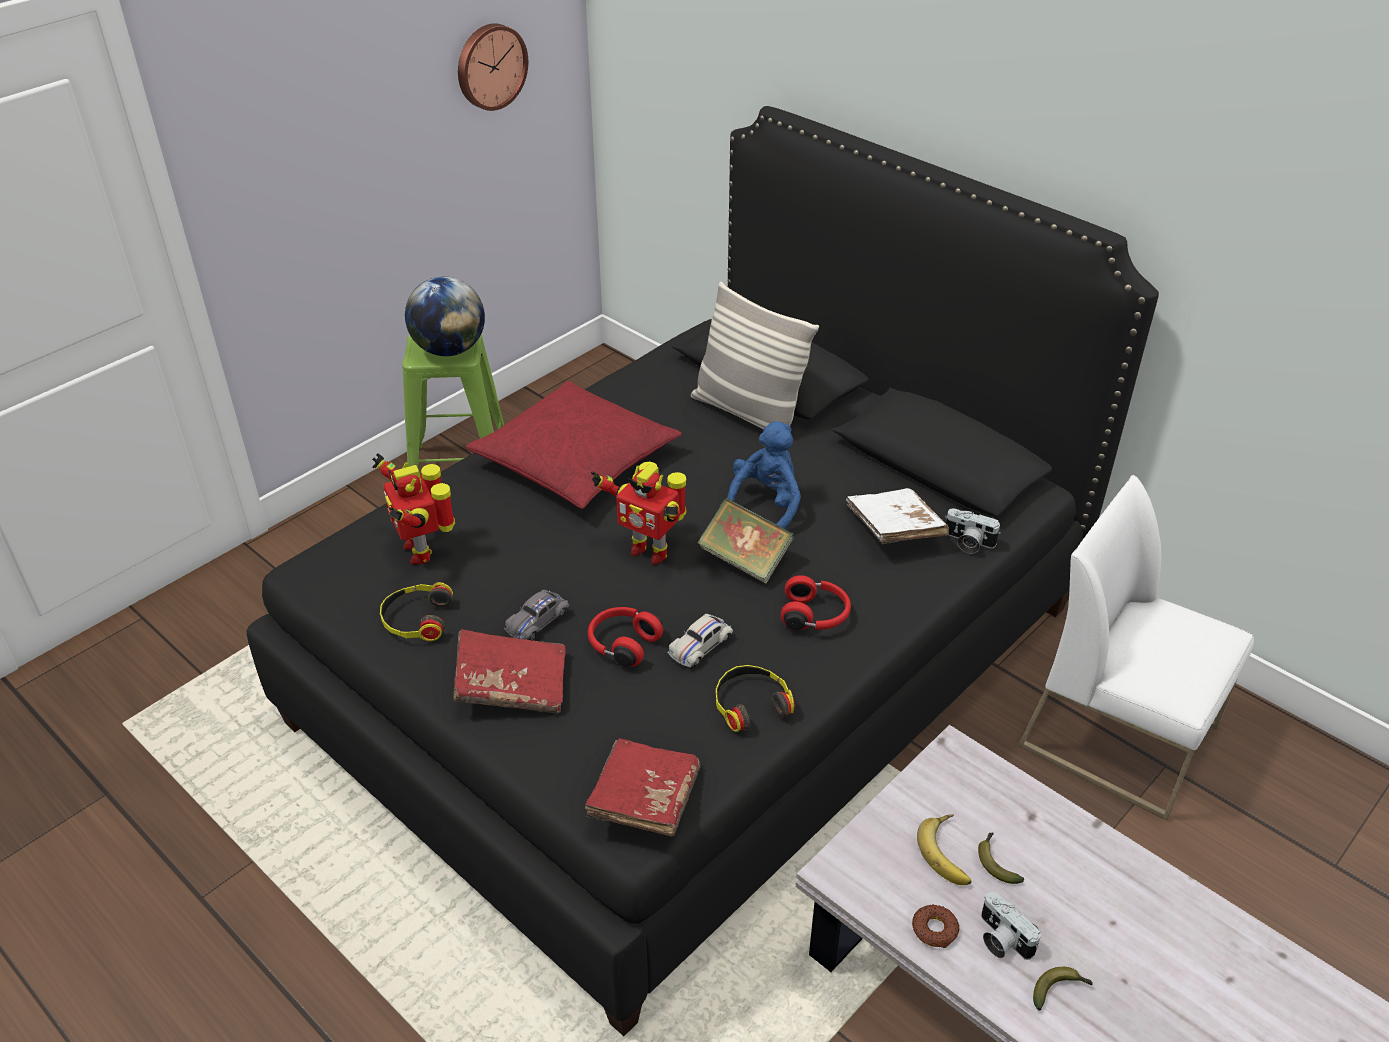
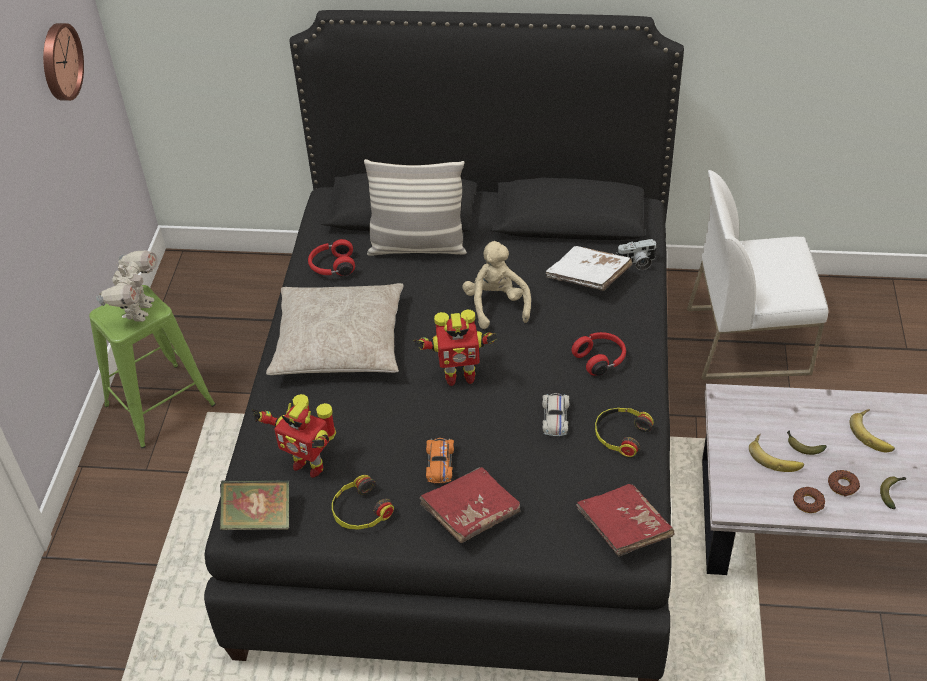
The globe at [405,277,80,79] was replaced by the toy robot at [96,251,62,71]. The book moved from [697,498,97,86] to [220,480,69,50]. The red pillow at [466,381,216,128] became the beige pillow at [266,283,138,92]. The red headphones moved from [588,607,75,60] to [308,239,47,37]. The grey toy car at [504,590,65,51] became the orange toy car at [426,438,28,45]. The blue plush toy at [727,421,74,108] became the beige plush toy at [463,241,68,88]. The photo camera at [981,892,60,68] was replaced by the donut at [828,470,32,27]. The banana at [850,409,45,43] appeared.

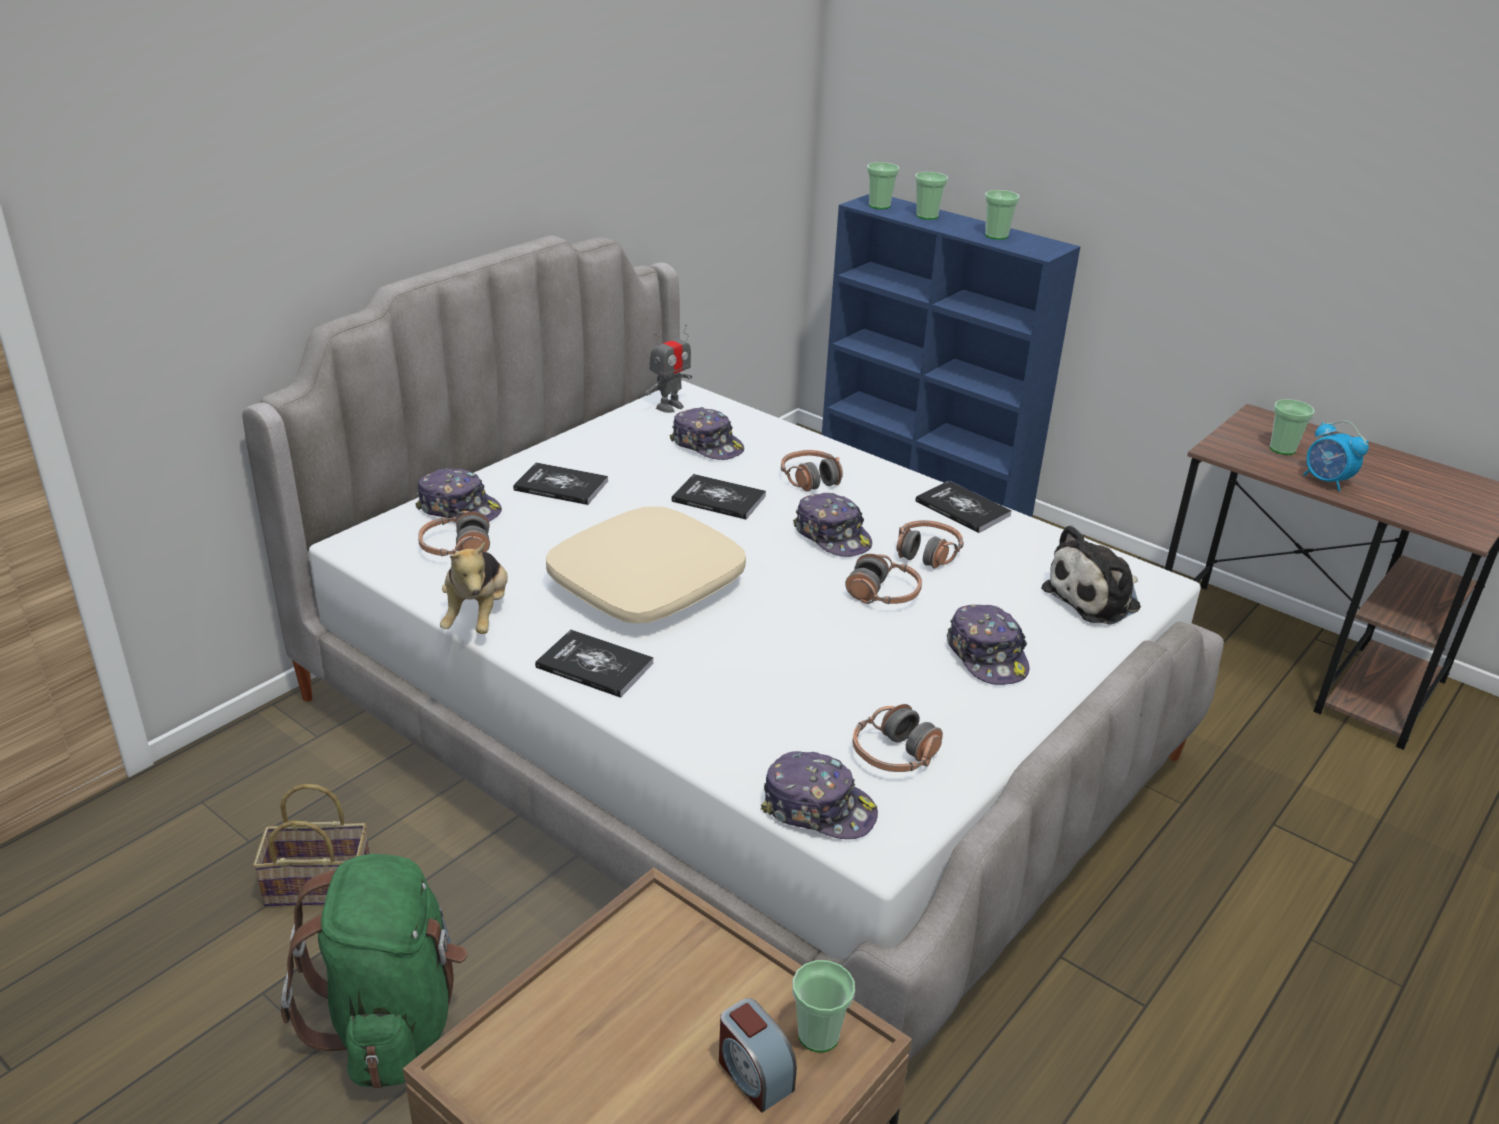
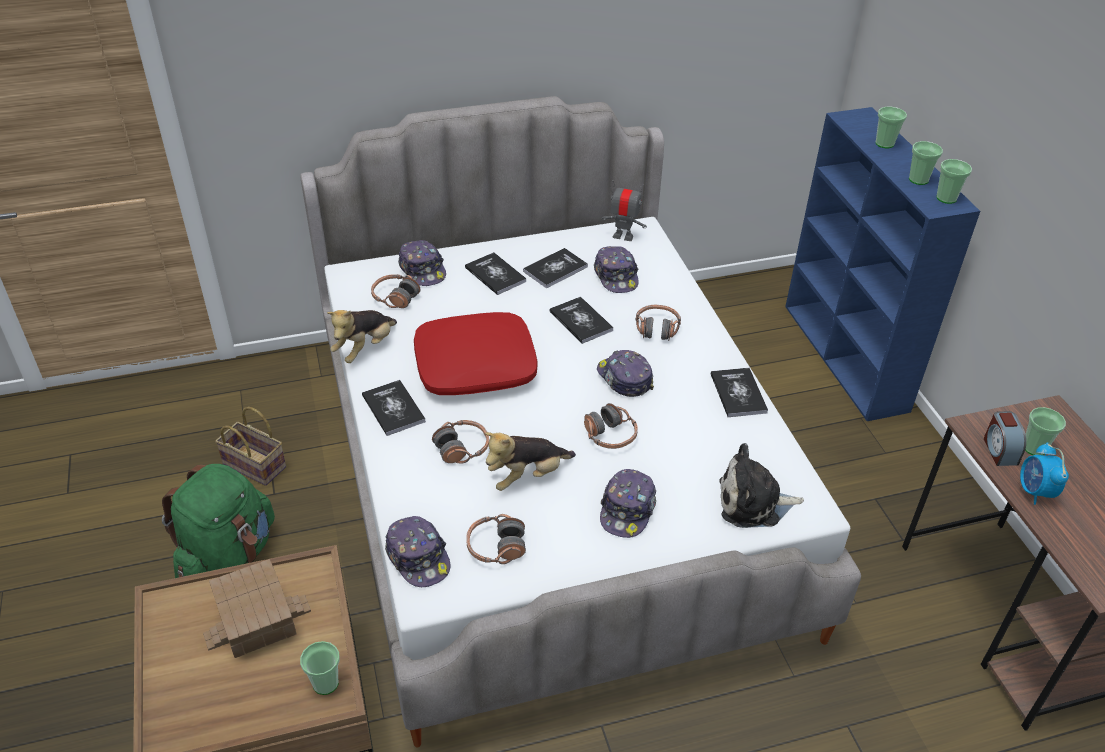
The toy house at [203,559,108,99] appeared. The beige pillow at [546,506,200,117] became the red pillow at [414,312,124,83]. The headphones moved from [897,520,67,49] to [432,420,57,44]. The plush toy at [485,432,91,59] appeared. The book at [523,248,65,41] appeared. The cap at [793,493,79,64] turned 150 degrees clockwise. The toy robot at [645,325,47,88] turned 150 degrees counterclockwise. The cup moved from [867,162,32,47] to [936,159,36,45]. The alarm clock moved from [719,998,78,115] to [984,411,42,55].

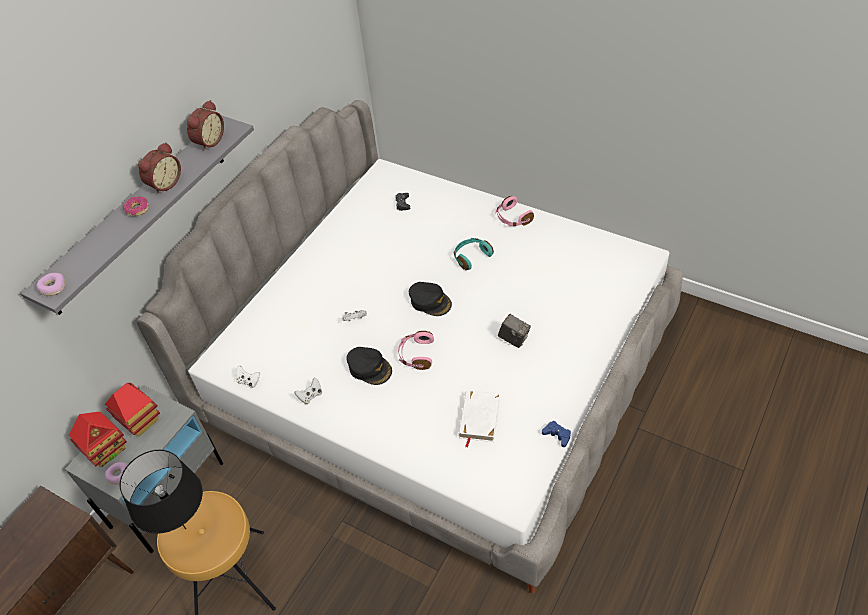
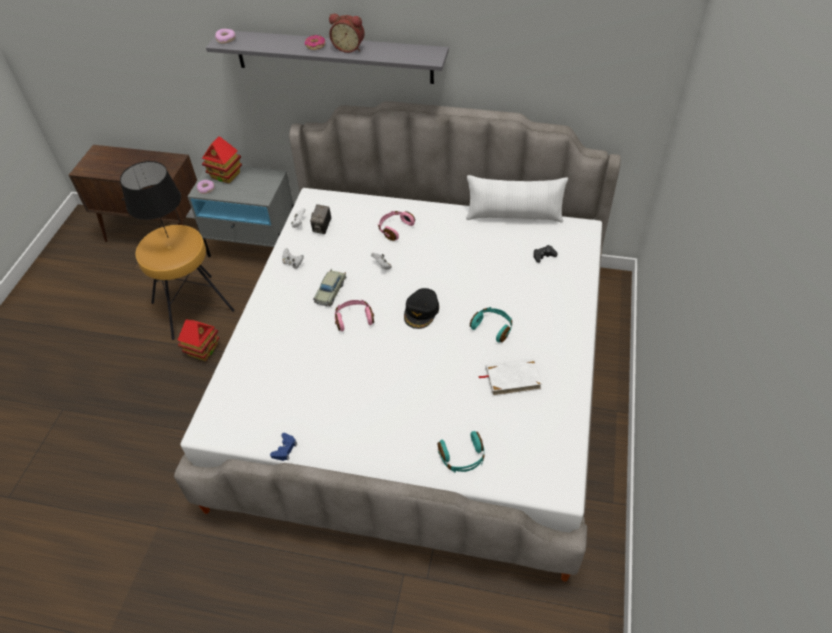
The toy house moved from [105,383,55,54] to [178,319,41,42]. The photo camera moved from [498,314,33,34] to [310,204,21,30]. The black cap at [346,347,46,38] was replaced by the beige toy car at [313,269,33,38]. The pink headphones moved from [495,196,39,30] to [378,211,37,30]. The turquoise headphones at [438,431,47,42] appeared. The white pillow at [466,175,102,48] appeared. The white book moved from [458,390,42,58] to [479,358,63,38]. The alarm clock at [187,100,37,51] disappeared.

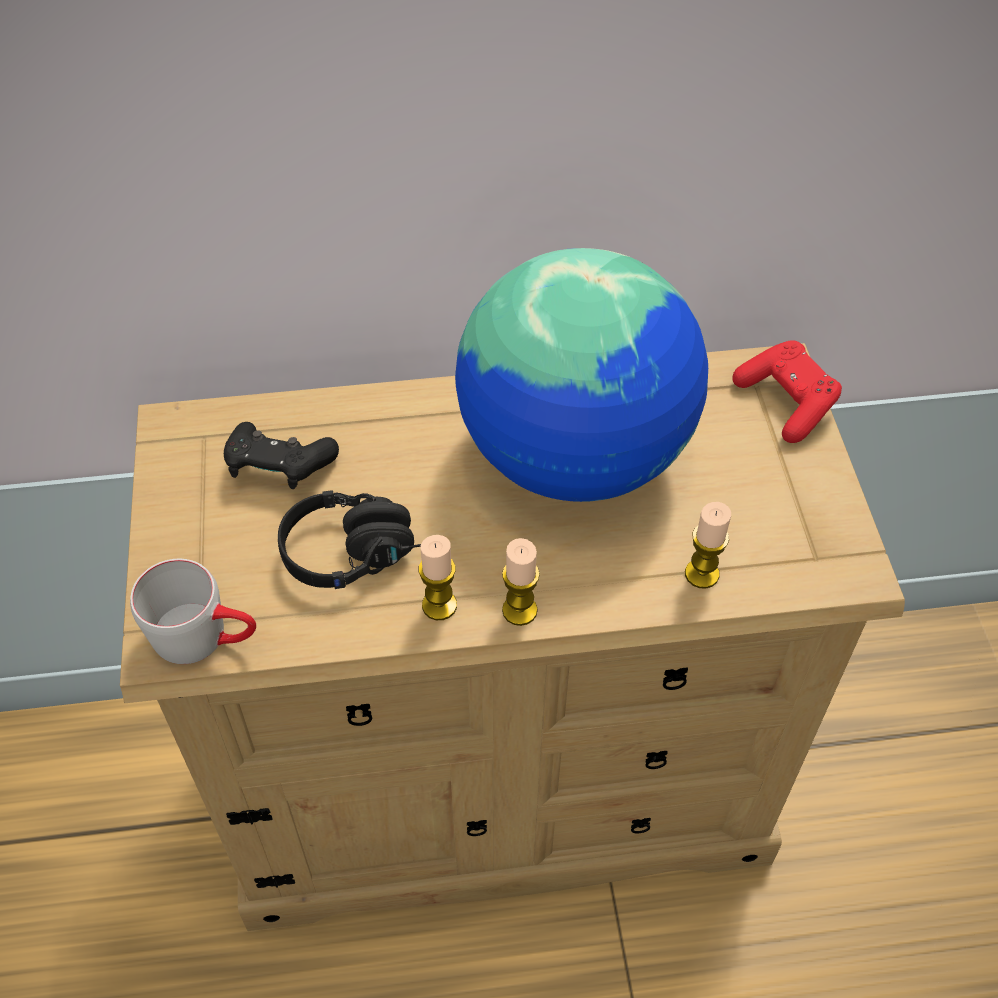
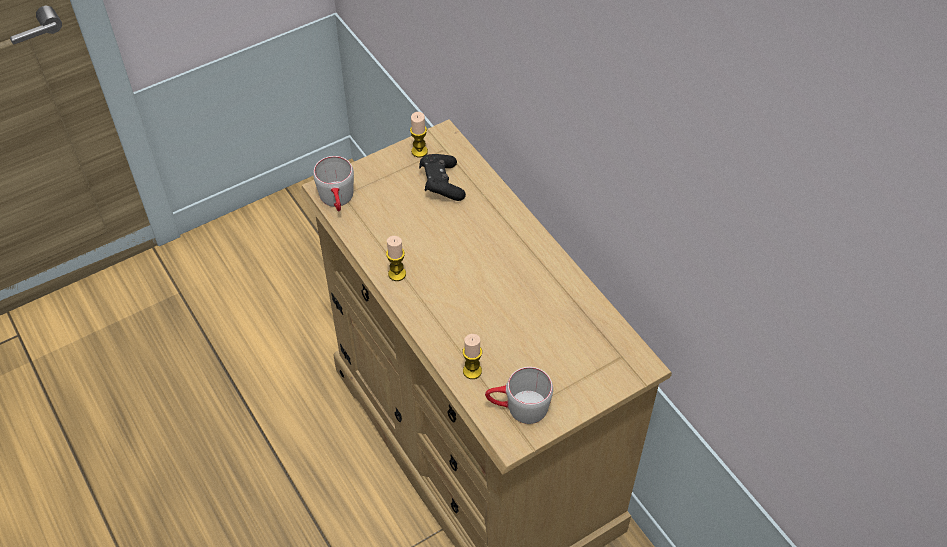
The candle moved from [502,538,38,88] to [410,112,18,46]. The grey mug at [485,367,68,57] appeared. The black headphones at [278,490,143,99] disappeared. The globe at [455,248,253,254] disappeared. The red game controller at [732,340,110,103] disappeared.

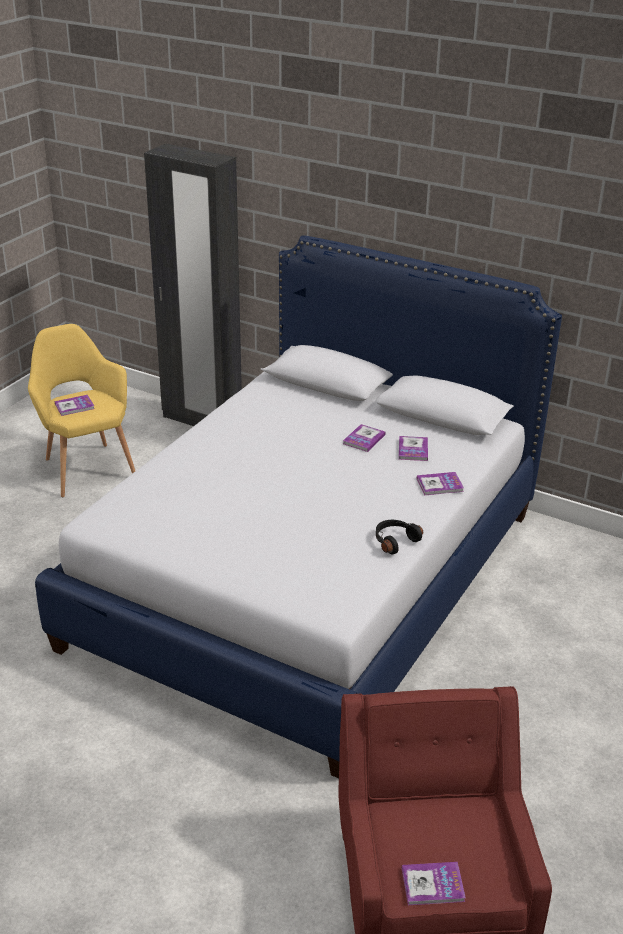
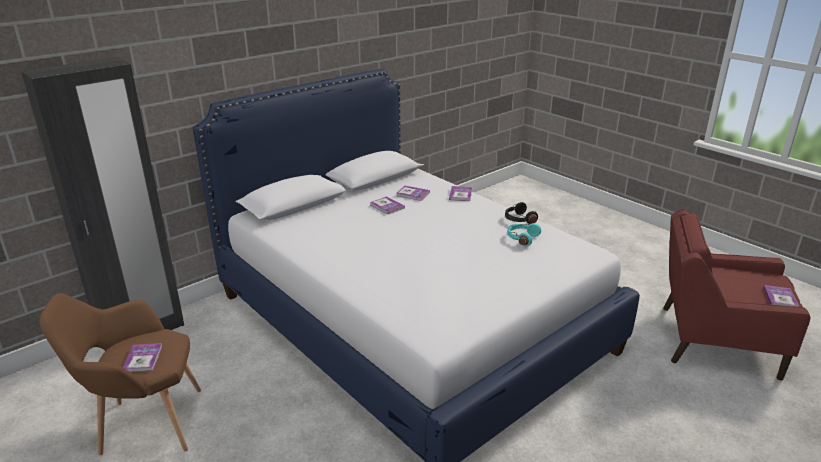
The yellow armchair at [28,324,107,173] became the brown armchair at [39,293,162,162]. The turquoise headphones at [507,223,34,23] appeared.

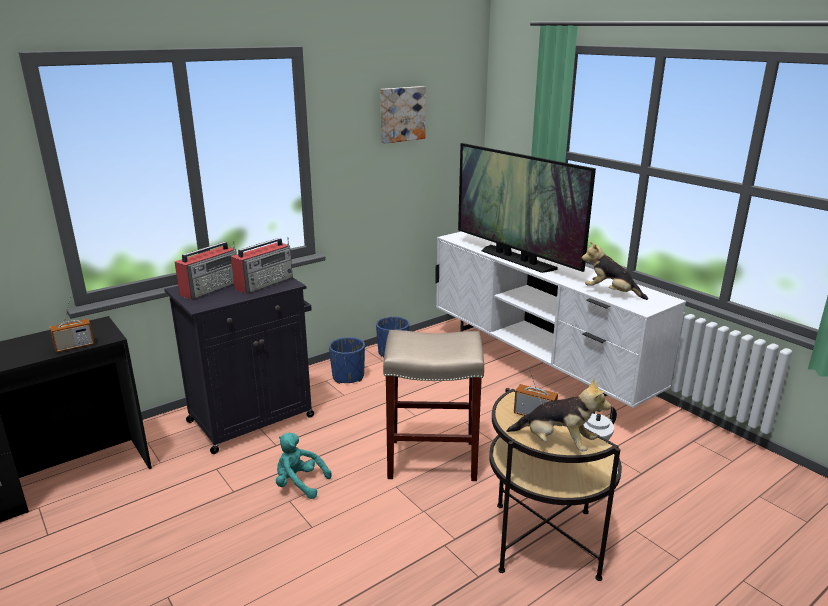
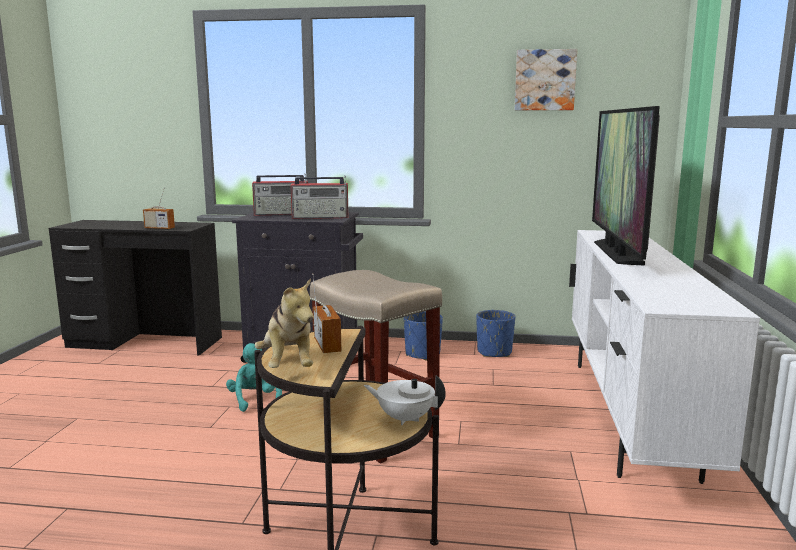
The plush toy at [582,242,66,58] disappeared.

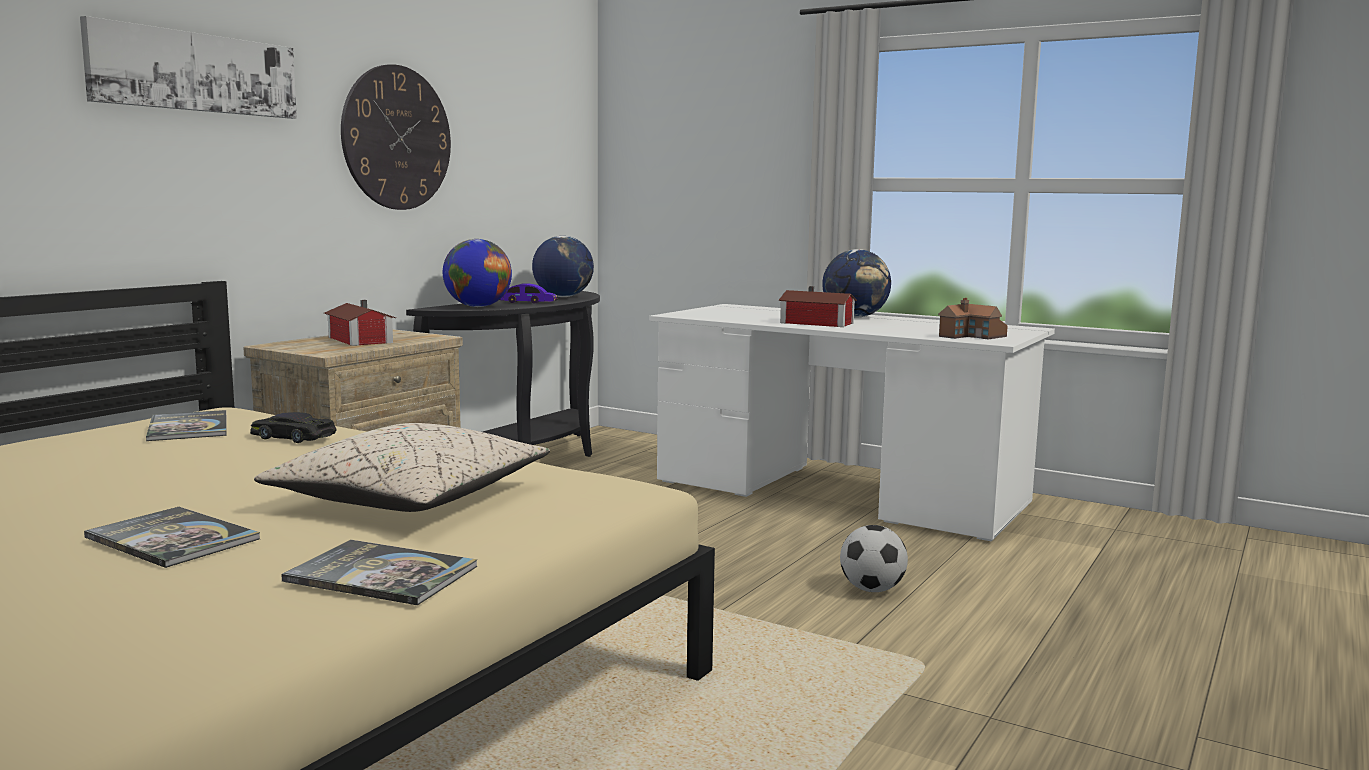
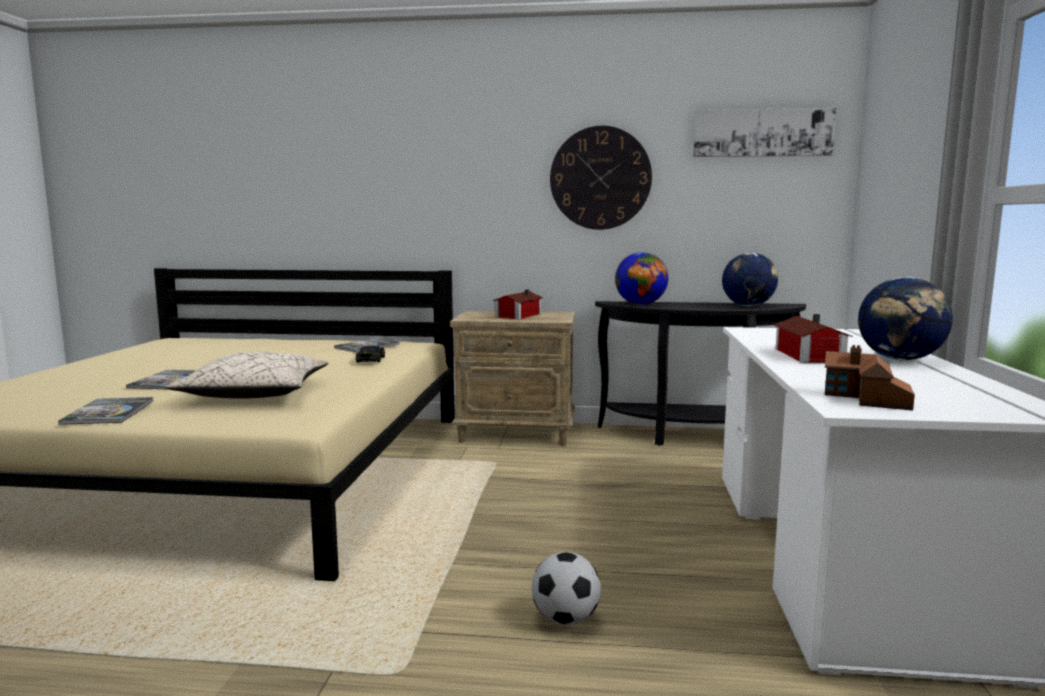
The picture moved from [80,16,217,103] to [693,108,143,49]. The toy car at [500,283,58,21] disappeared.

